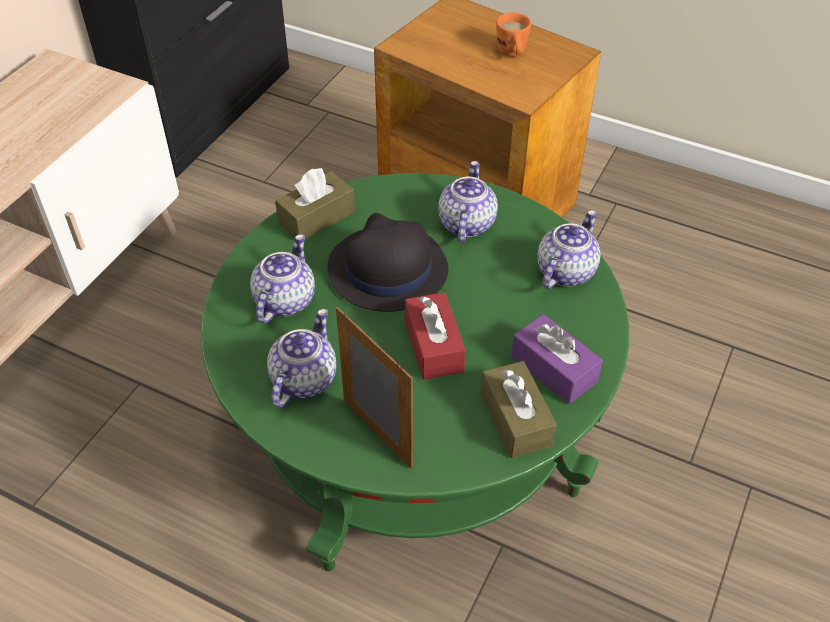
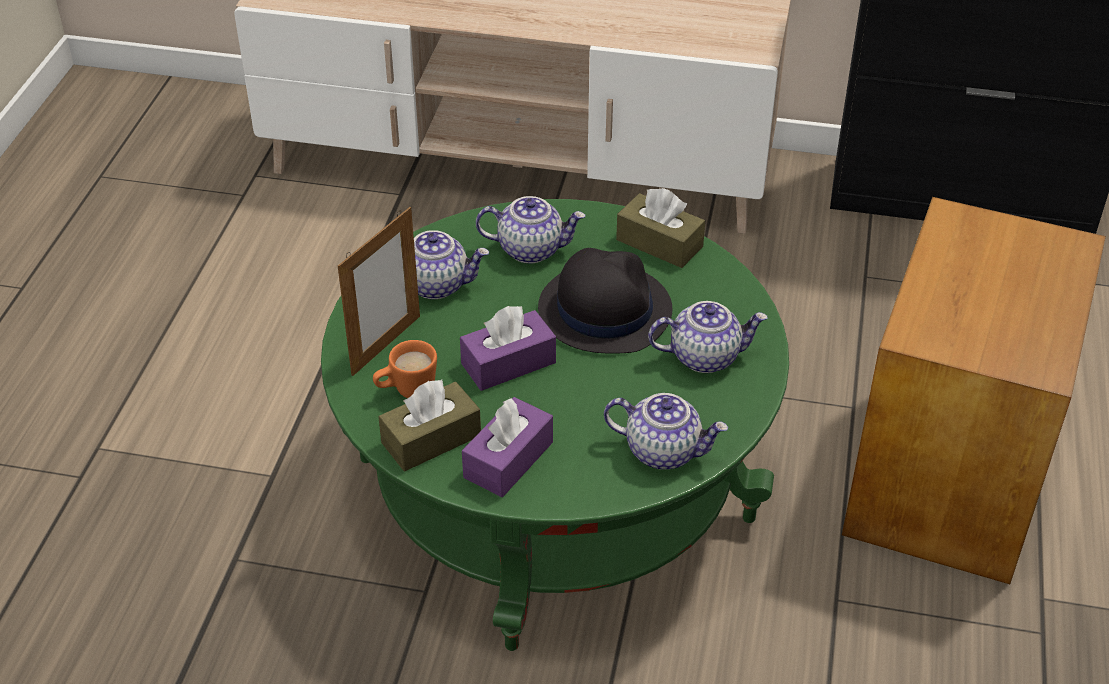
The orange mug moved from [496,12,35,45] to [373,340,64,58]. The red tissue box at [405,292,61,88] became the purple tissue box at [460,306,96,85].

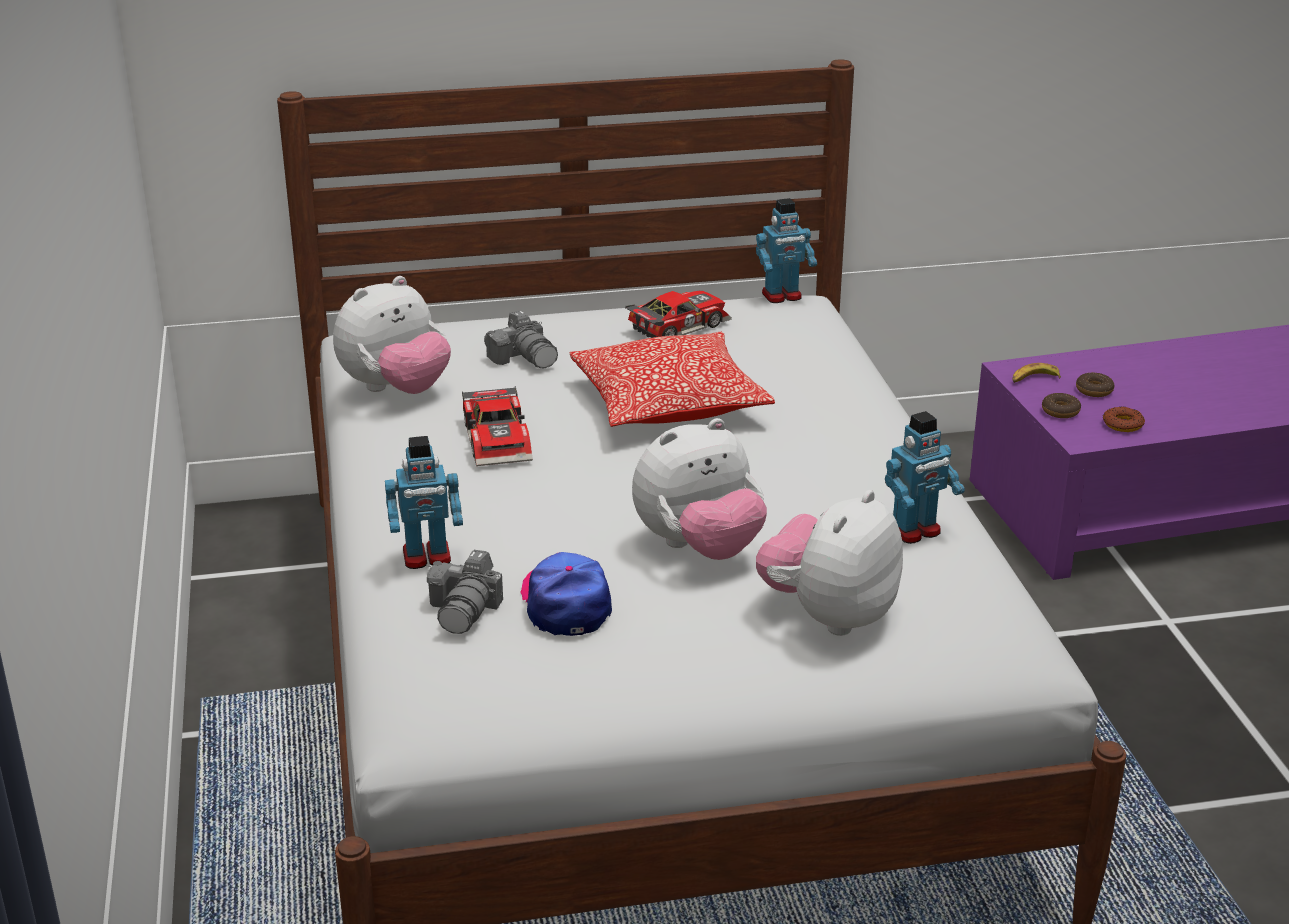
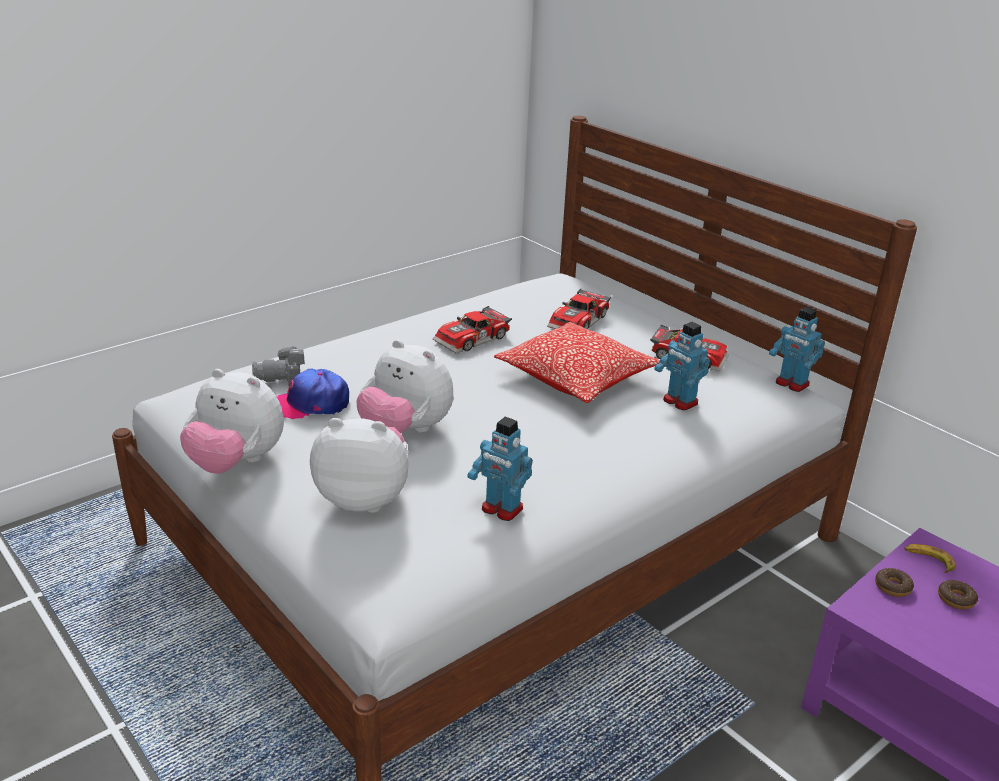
The plush toy moved from [333,276,118,118] to [180,369,104,105]. The cap at [520,552,92,84] turned 150 degrees counterclockwise. The photo camera at [484,311,74,58] was replaced by the toy car at [547,289,64,40]. The toy robot moved from [385,436,78,133] to [654,322,56,88]. The donut at [1103,407,42,25] disappeared.

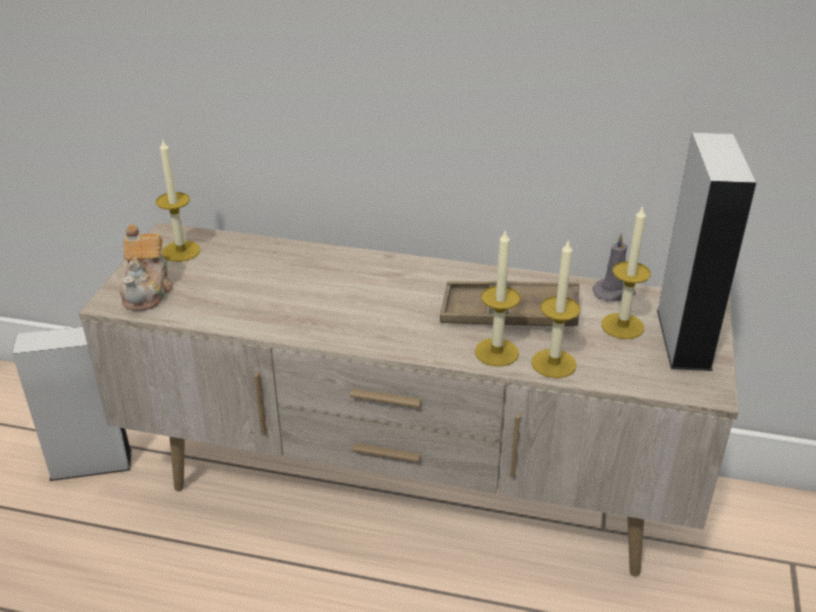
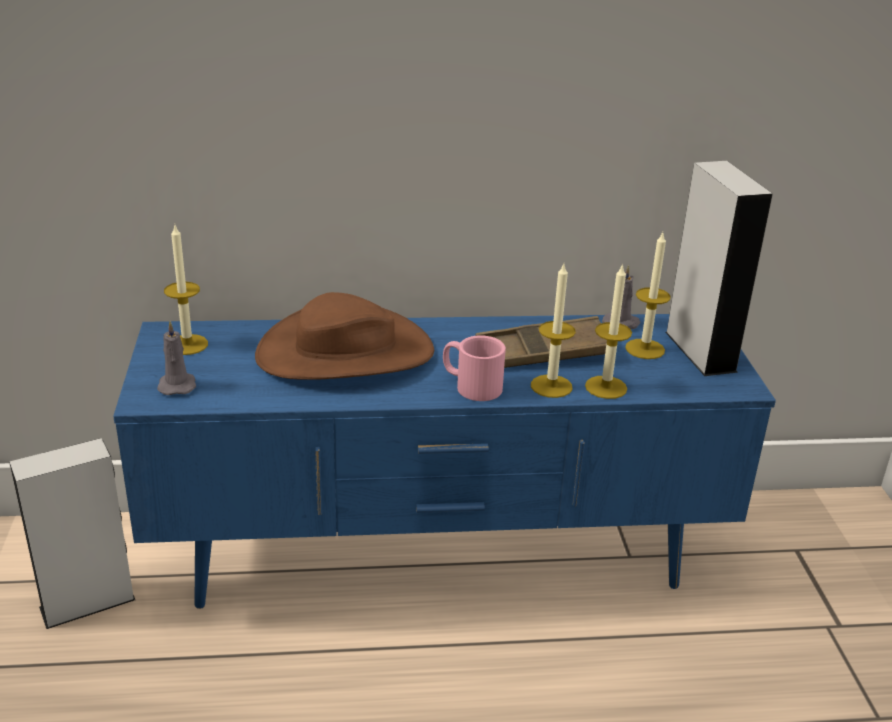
The beige tv stand at [79,222,660,354] became the blue tv stand at [113,314,663,295]. The teapot at [120,225,53,86] was replaced by the grey candle at [157,321,39,74]. The brown hat at [255,292,179,88] appeared. The pink mug at [443,335,63,66] appeared.

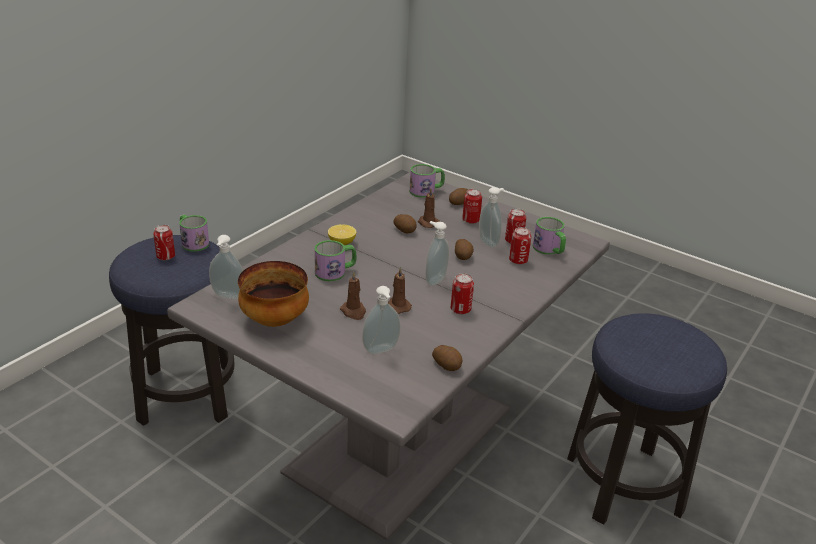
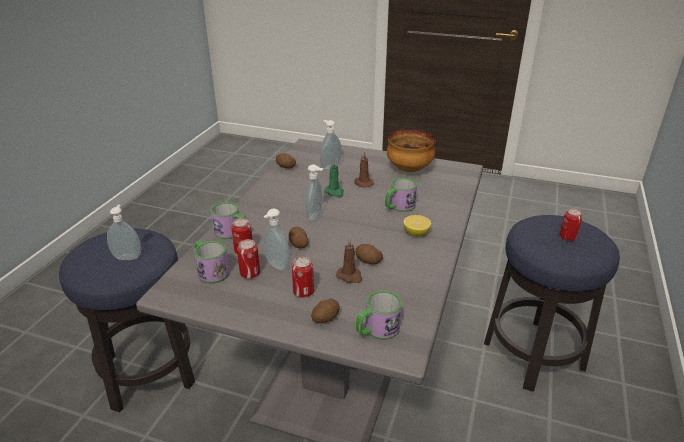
The soap dispenser moved from [209,235,34,64] to [107,205,34,55]. The mug moved from [179,215,30,37] to [210,202,35,37]. The brown candle at [388,267,24,47] became the green candle at [324,160,20,37]. The can at [451,273,23,41] disappeared.

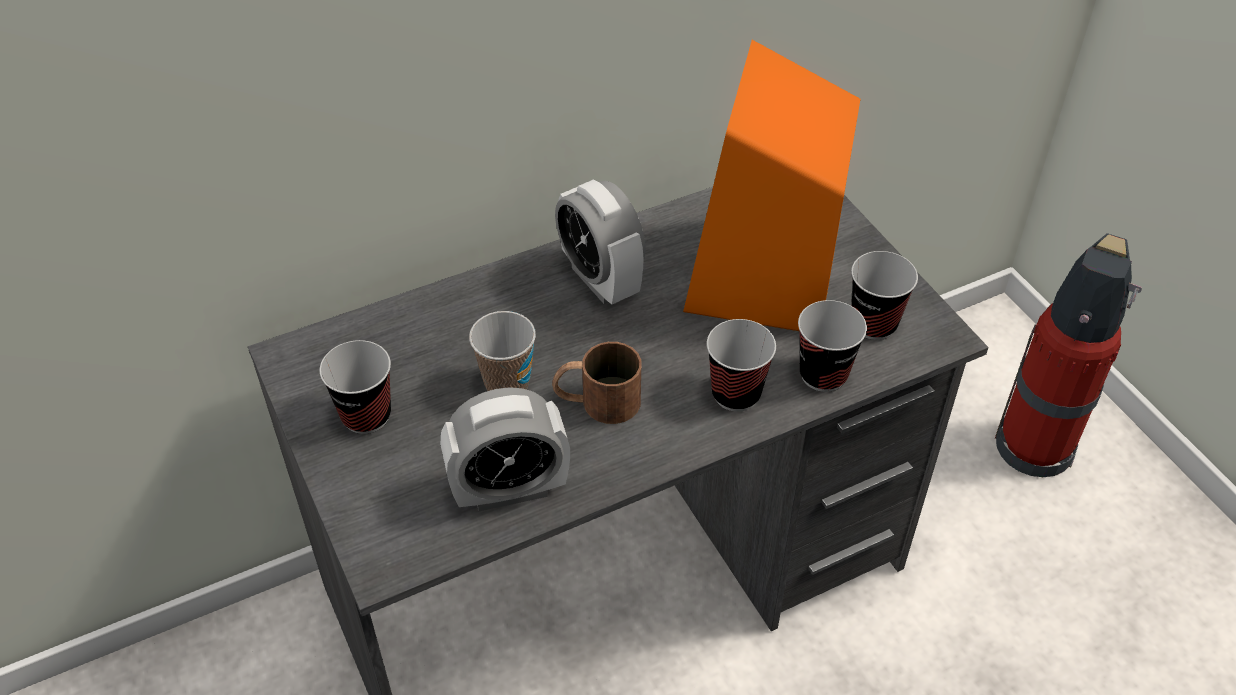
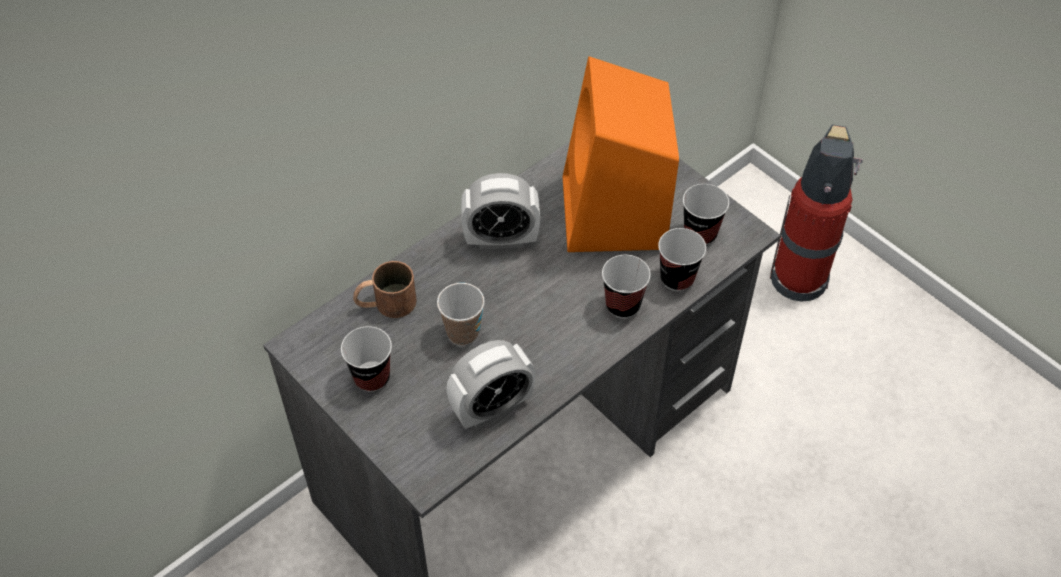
The brown mug moved from [552,342,90,82] to [353,261,64,57]. The alarm clock at [555,180,91,125] turned 45 degrees counterclockwise.

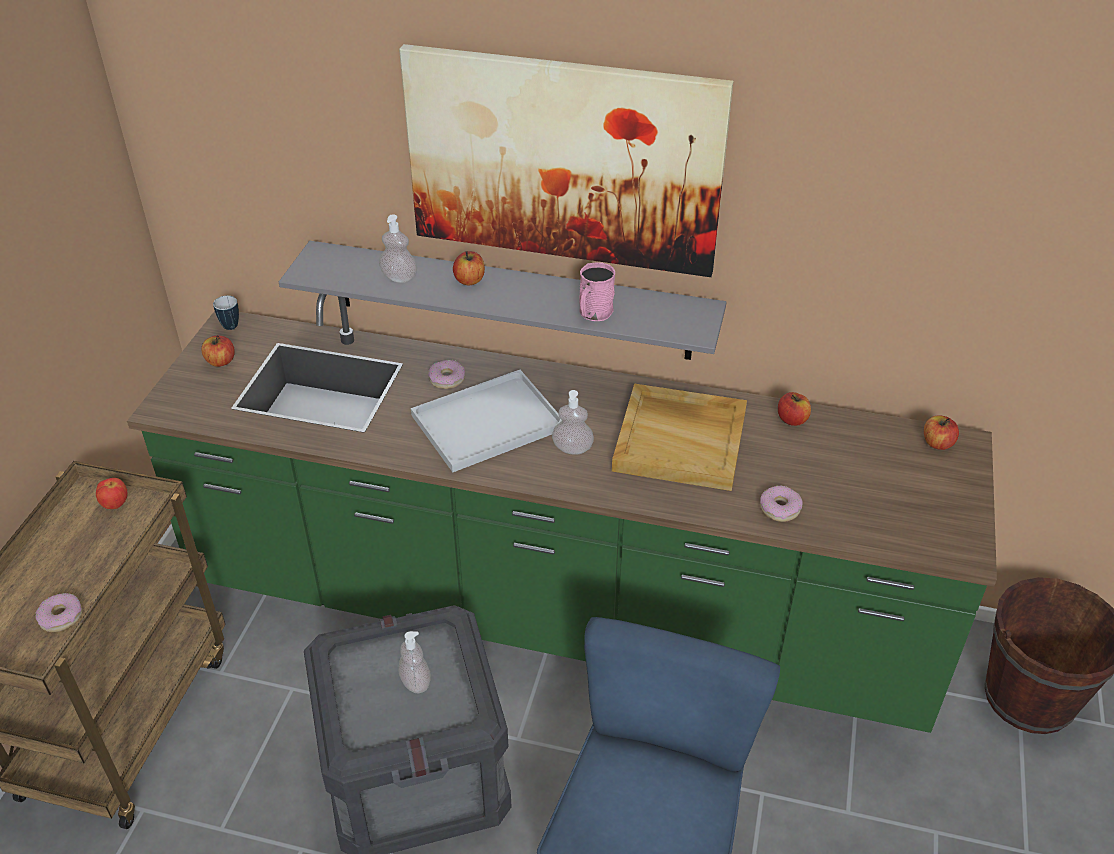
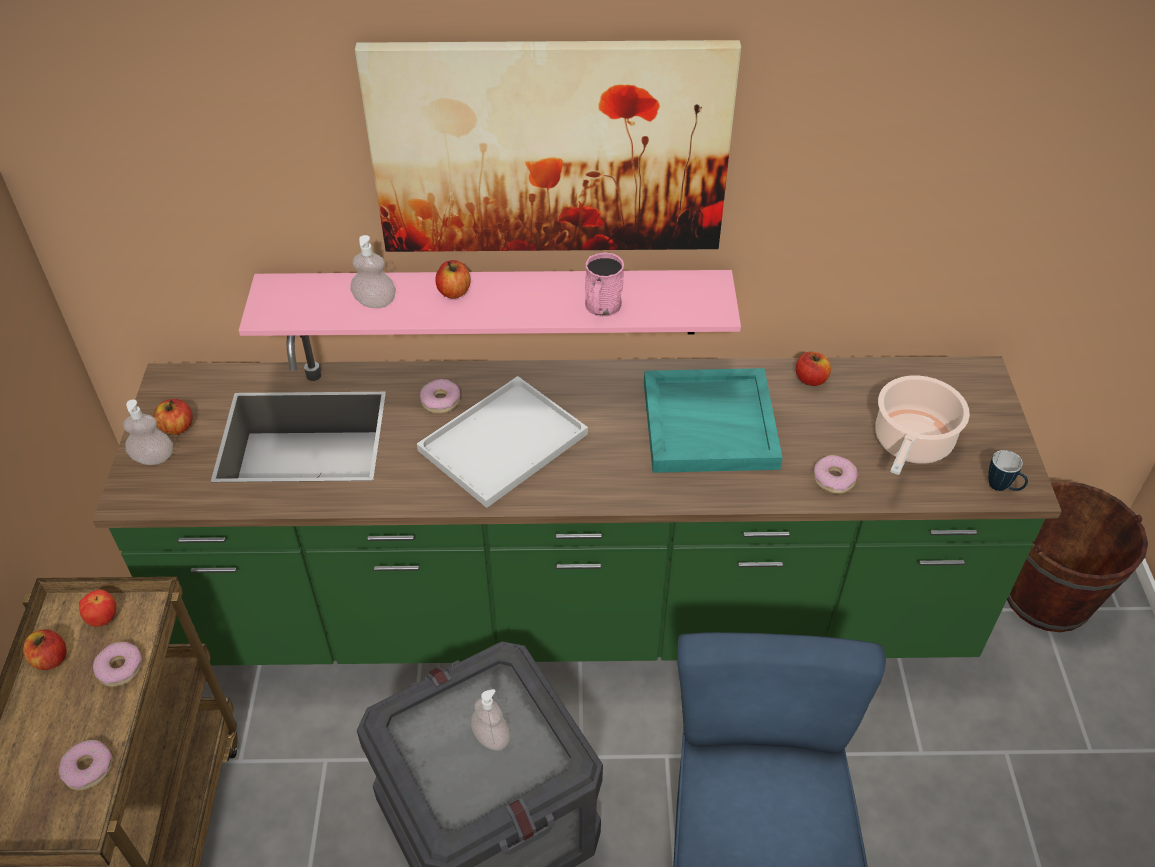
The apple moved from [924,415,35,35] to [23,629,44,41]. The donut at [93,642,49,45] appeared. The soap dispenser moved from [552,390,42,65] to [123,399,50,66]. The grey shelf at [279,241,447,119] became the pink shelf at [239,270,502,68]. The beige tray at [612,383,135,108] became the turquoise tray at [644,368,139,105]. The cooking pot at [875,376,95,99] appeared. The mug moved from [213,296,26,34] to [988,450,40,41].

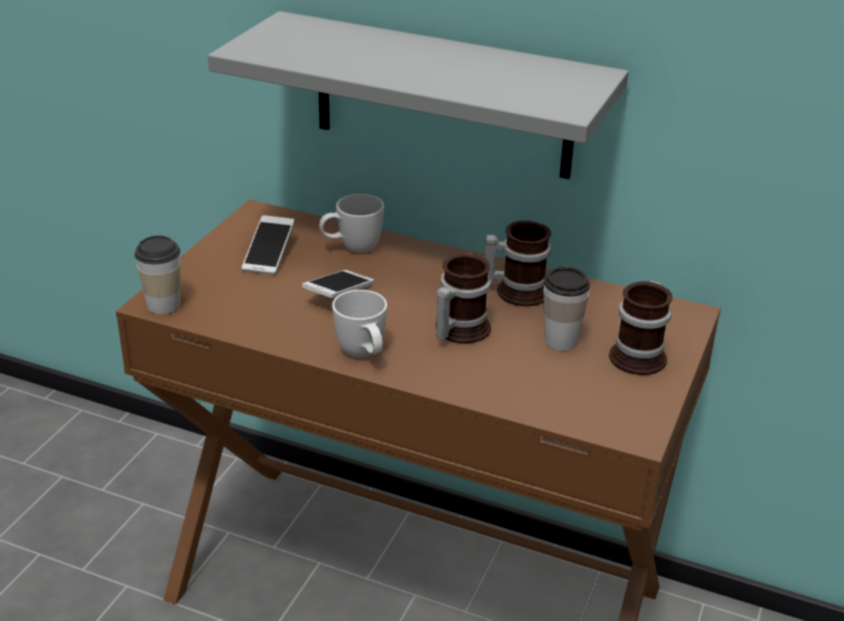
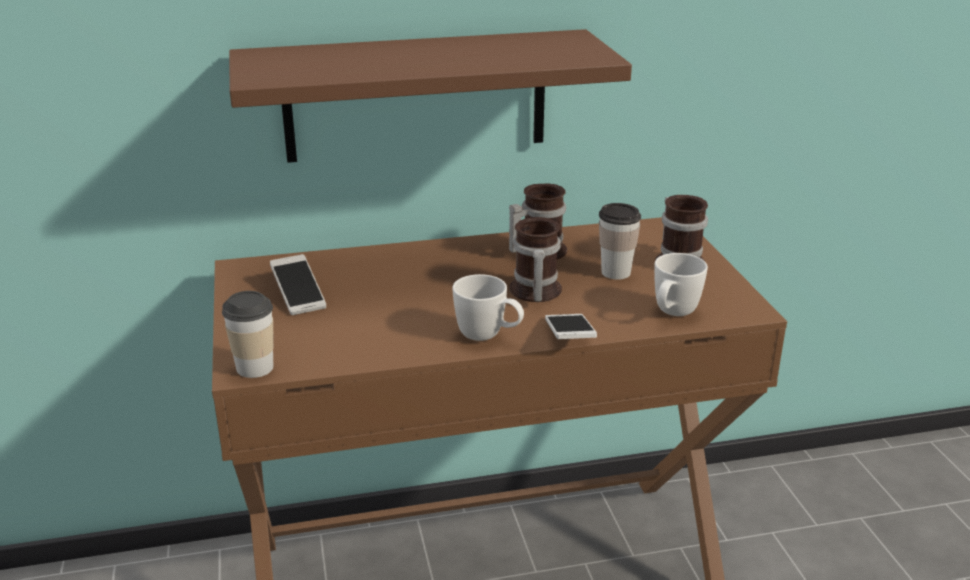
The grey shelf at [208,11,421,168] became the brown shelf at [229,29,403,134]. The phone moved from [302,270,72,28] to [545,314,52,25]. The white mug moved from [319,194,65,58] to [654,253,54,63].

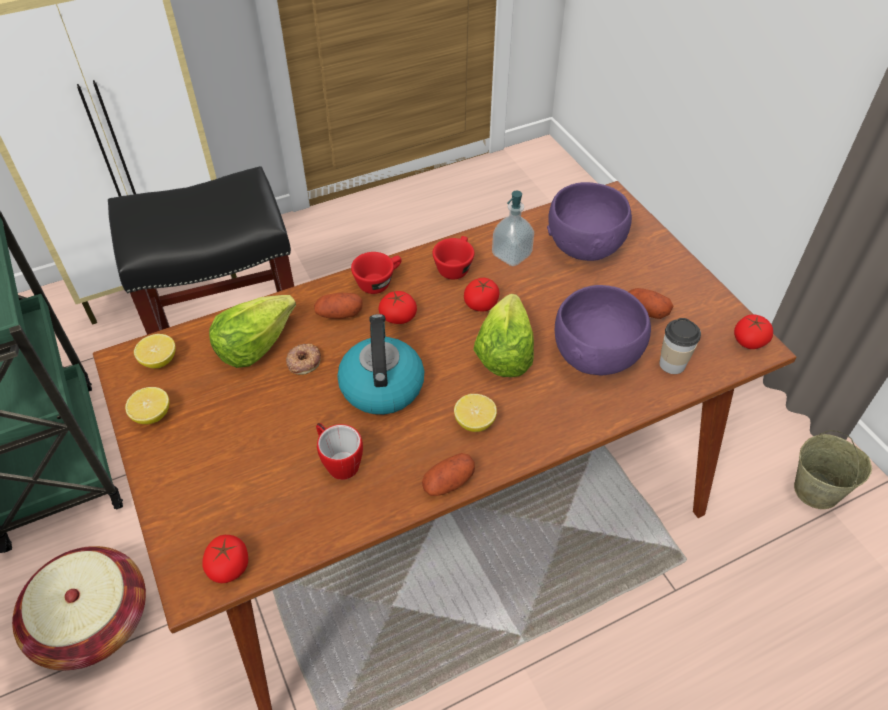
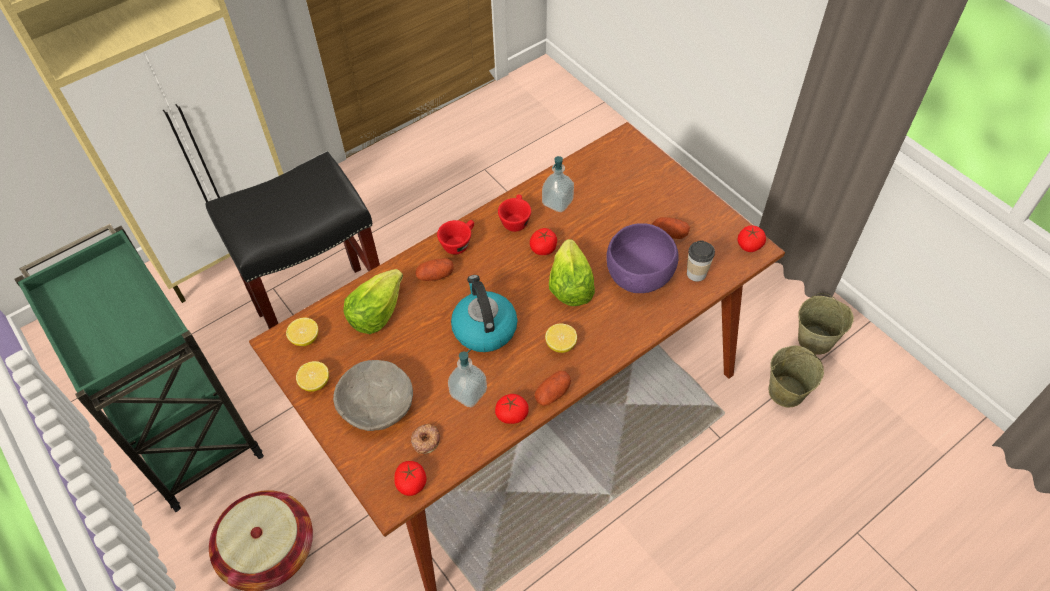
The grey bowl at [333,360,80,71] appeared. The donut moved from [286,343,35,32] to [411,424,29,30]. The mug at [316,423,47,57] was replaced by the soap dispenser at [448,349,39,58]. The tomato moved from [378,291,39,33] to [495,394,34,30]. The beige bucket at [769,346,55,61] appeared. The purple bowl at [547,182,85,79] disappeared.

